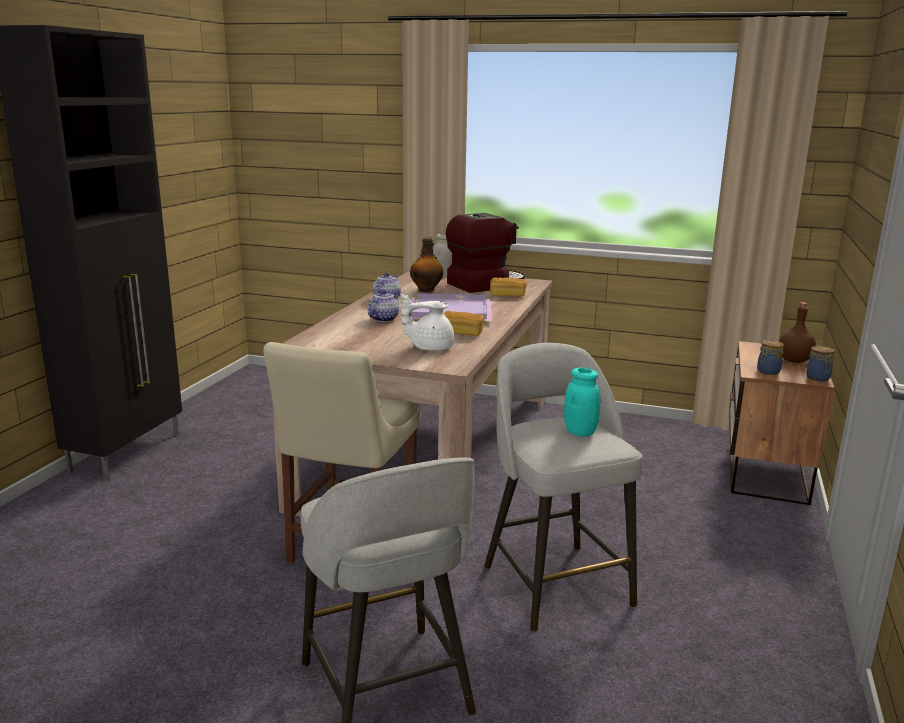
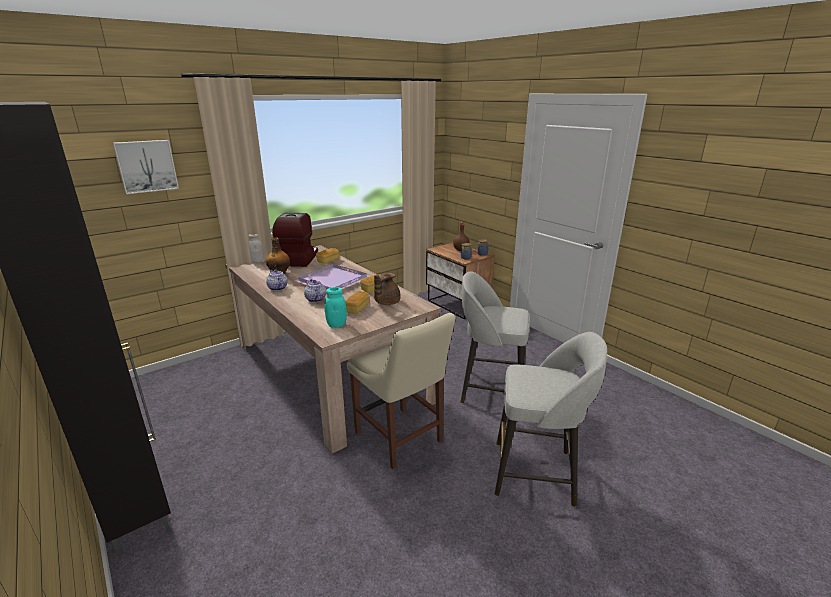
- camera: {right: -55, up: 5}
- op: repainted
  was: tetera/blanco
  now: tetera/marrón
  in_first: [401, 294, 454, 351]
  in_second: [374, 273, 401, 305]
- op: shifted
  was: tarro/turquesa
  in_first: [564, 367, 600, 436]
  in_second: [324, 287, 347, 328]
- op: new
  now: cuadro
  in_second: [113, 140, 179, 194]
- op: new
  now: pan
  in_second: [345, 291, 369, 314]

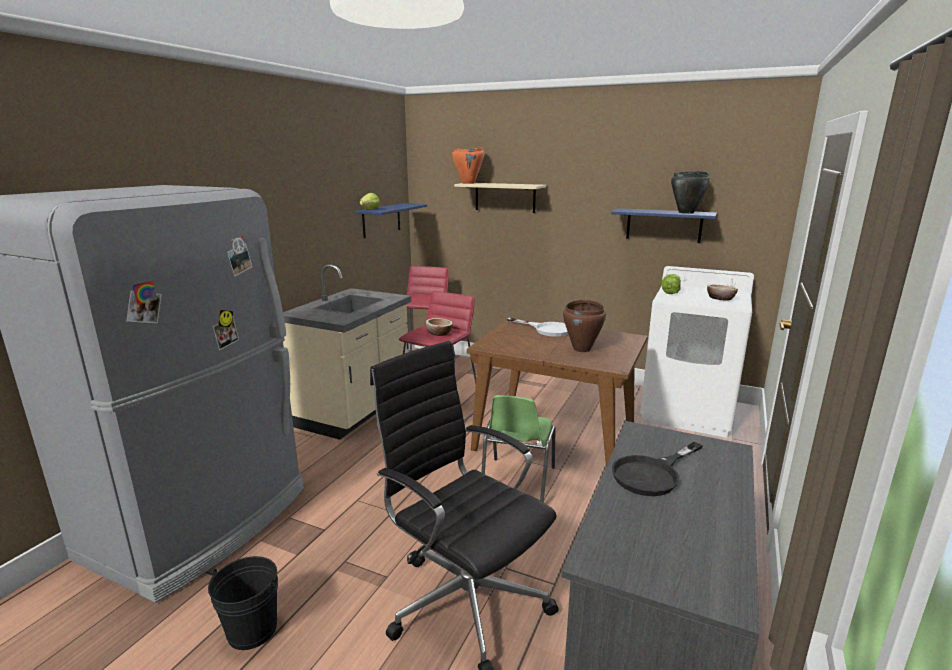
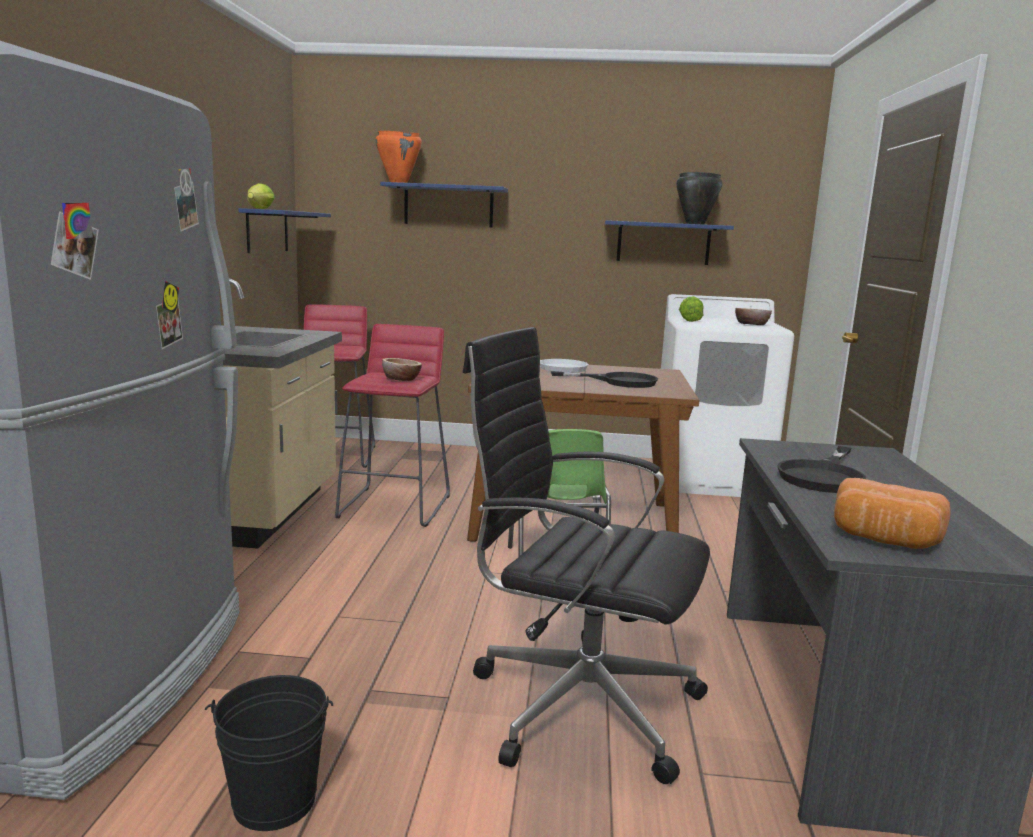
- camera: {right: -20, up: -5}
- op: repainted
  was: estante/beis
  now: estante/azul
  in_first: [454, 183, 546, 213]
  in_second: [380, 182, 508, 228]
- op: swapped
  was: olla/marrón
  now: sartén/negro
  in_first: [563, 300, 606, 352]
  in_second: [551, 371, 658, 388]
- op: new
  now: pan
  in_second: [834, 478, 951, 549]

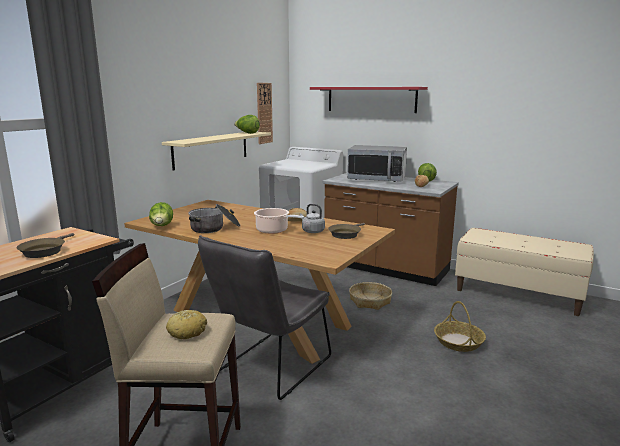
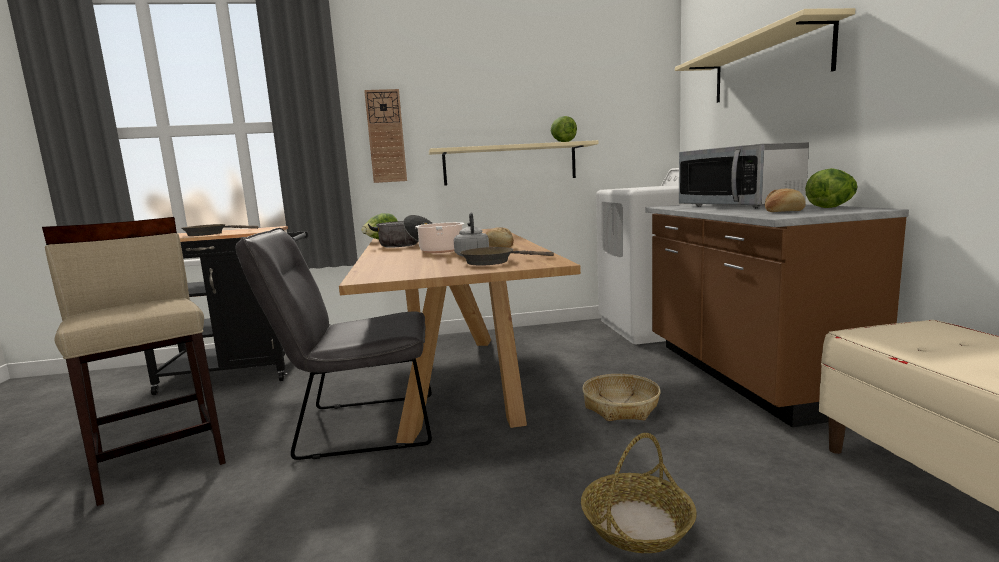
- camera: {right: 50, up: -5}
- op: gone
  was: pan
  in_first: [166, 310, 207, 339]
- op: shifted
  was: reloj de pared
  in_first: [257, 83, 273, 144]
  in_second: [364, 89, 407, 183]
- op: repainted
  was: estante/rojo
  now: estante/beis
  in_first: [310, 87, 428, 113]
  in_second: [675, 8, 855, 103]

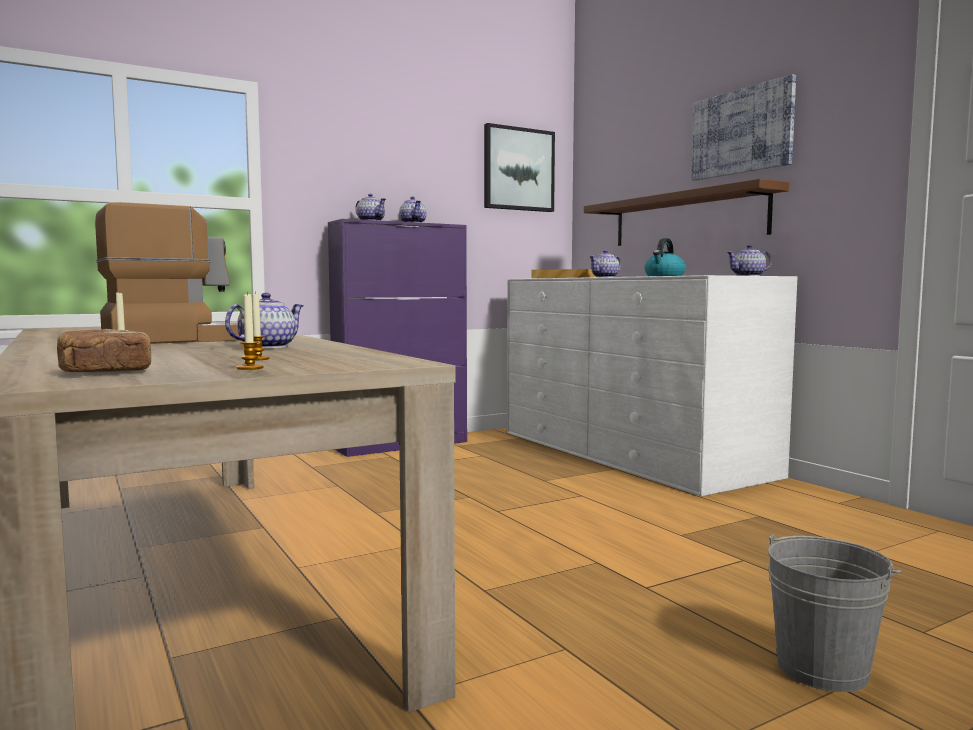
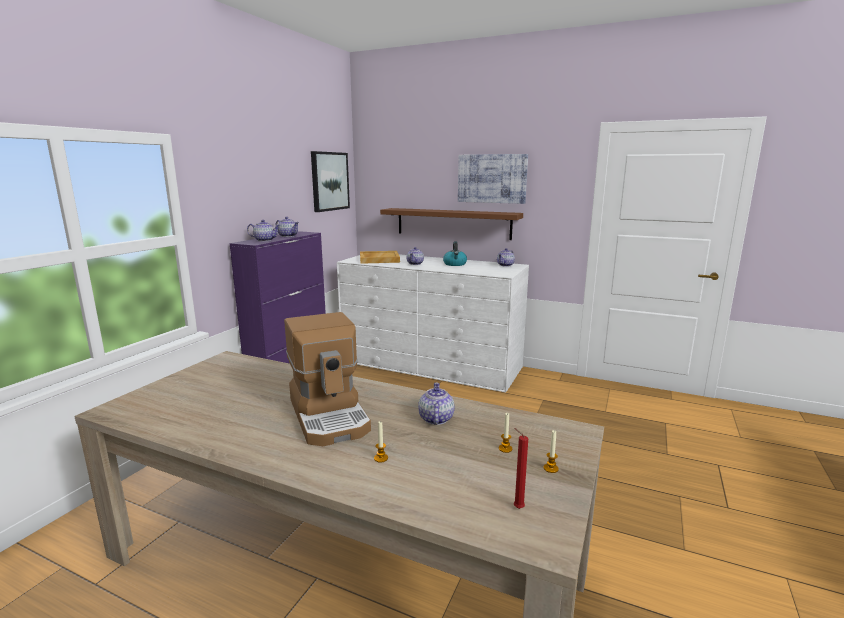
- camera: {right: -35, up: 10}
- op: swapped
  was: pan
  now: vela/rojo
  in_first: [57, 329, 151, 372]
  in_second: [514, 428, 528, 509]
- op: rotated
  was: cafetera
  in_first: [95, 202, 239, 344]
  in_second: [284, 312, 371, 446]
  clockwise: 135
- op: gone
  was: cubo/gris
  in_first: [768, 534, 901, 692]

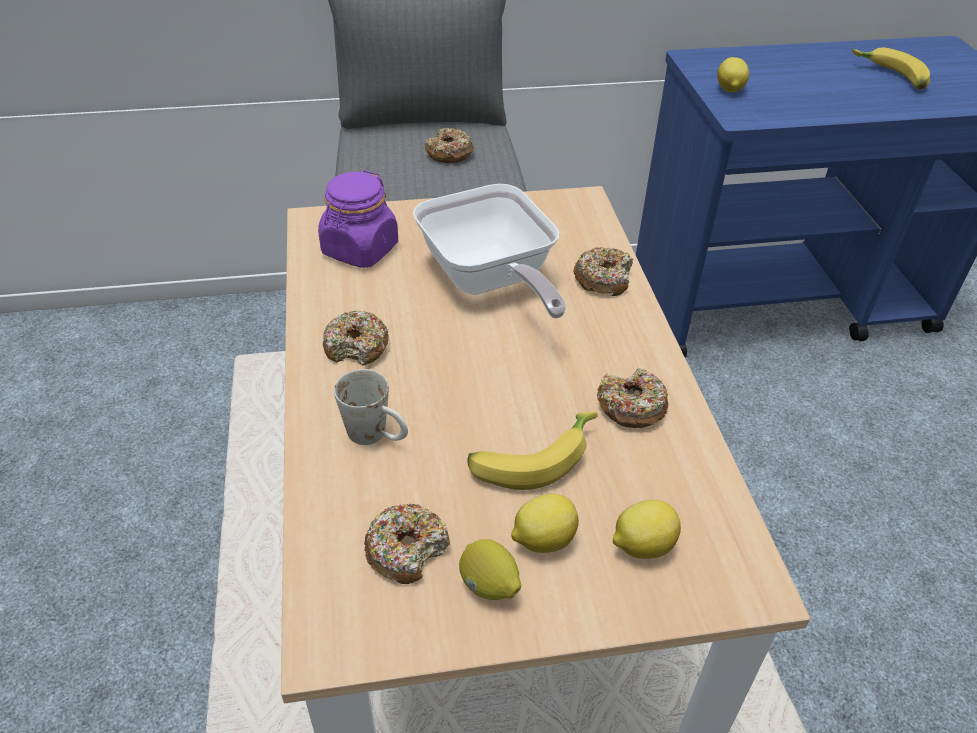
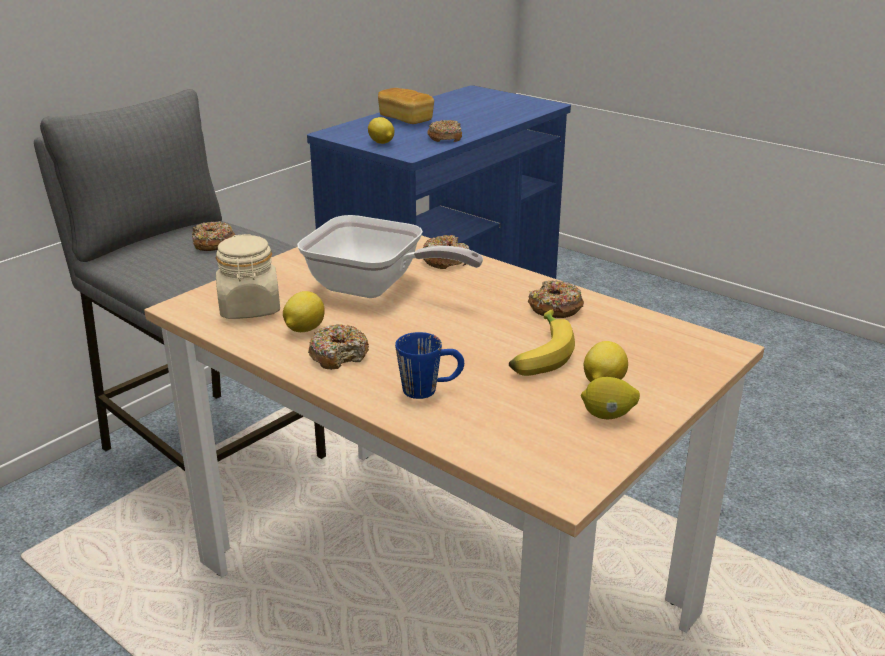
- camera: {right: -40, up: -15}
- op: repainted
  was: tarro/morado
  now: tarro/beis
  in_first: [318, 170, 398, 268]
  in_second: [216, 234, 280, 319]
- op: repainted
  was: taza grande/blanco
  now: taza grande/azul
  in_first: [334, 369, 408, 445]
  in_second: [395, 332, 464, 399]
- op: shifted
  was: rosquilla
  in_first: [364, 504, 450, 584]
  in_second: [427, 120, 462, 142]
- op: shifted
  was: limón
  in_first: [613, 500, 681, 559]
  in_second: [283, 291, 325, 332]
- op: gone
  was: plátano
  in_first: [852, 48, 930, 89]
- op: new
  now: pan
  in_second: [378, 88, 434, 124]

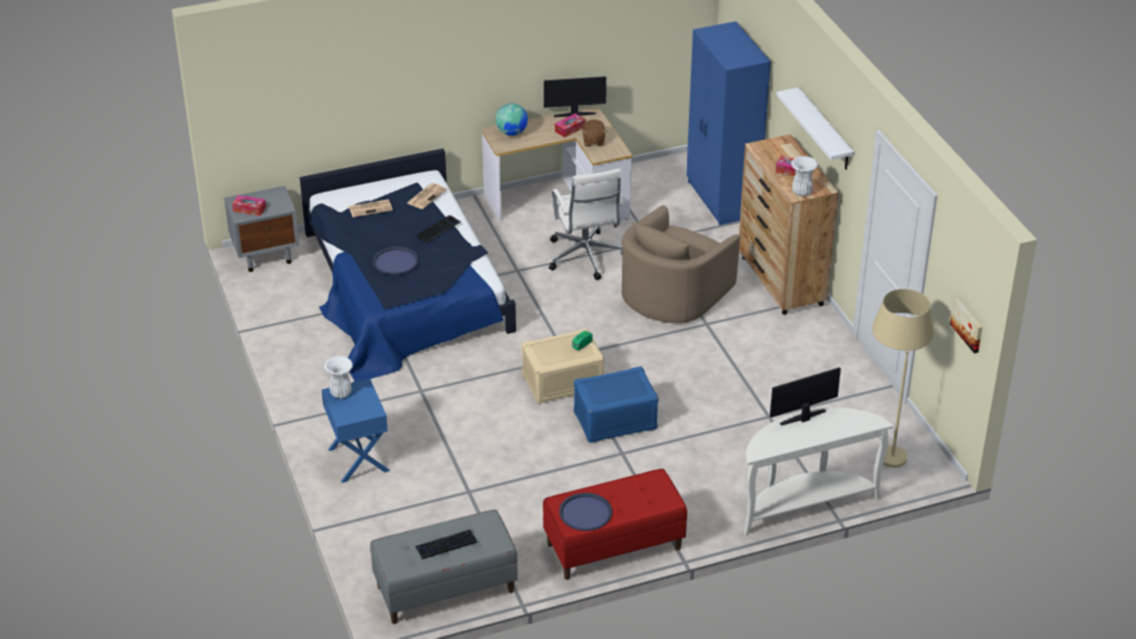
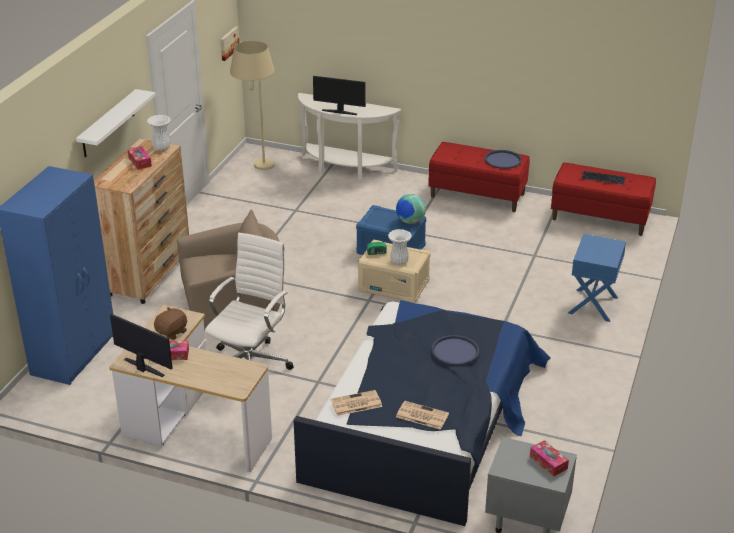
- camera: {right: -140, up: -5}
- op: shifted
  was: florero/blanco
  in_first: [324, 356, 353, 398]
  in_second: [388, 229, 412, 265]
- op: repainted
  was: banco/gris
  now: banco/rojo
  in_first: [370, 509, 518, 624]
  in_second: [551, 163, 656, 236]
- op: gone
  was: teclado
  in_first: [414, 215, 461, 243]
- op: shifted
  was: globo terráqueo
  in_first: [496, 103, 528, 136]
  in_second: [396, 194, 426, 224]

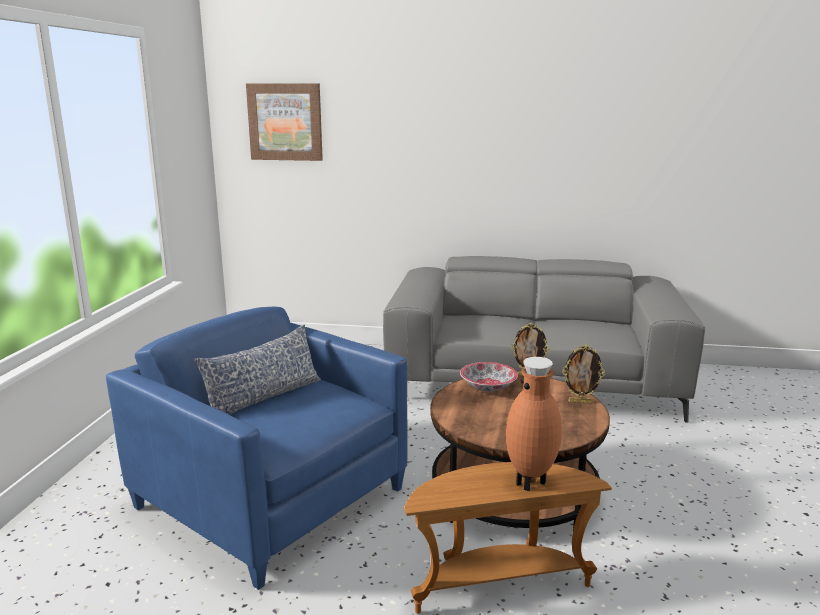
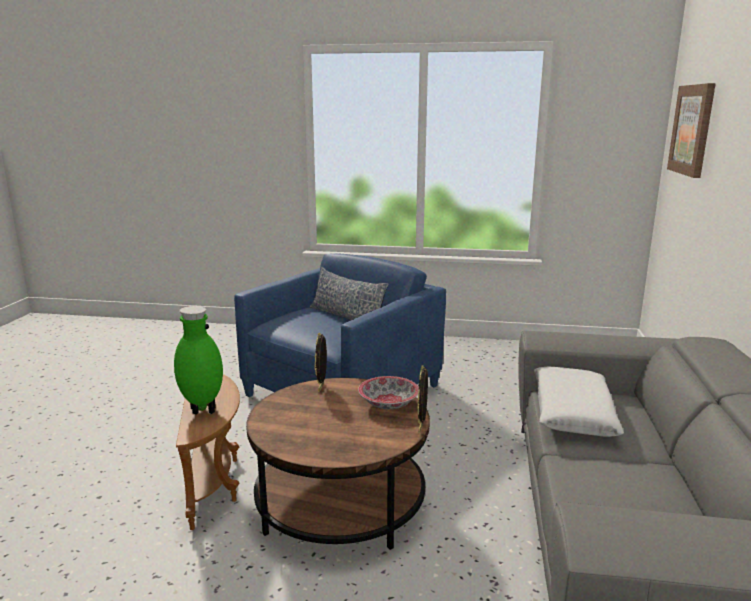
- camera: {right: 90, up: 0}
- op: repainted
  was: florero/marrón
  now: florero/verde
  in_first: [506, 357, 562, 491]
  in_second: [174, 306, 223, 415]
- op: shifted
  was: portarretratos
  in_first: [562, 345, 605, 404]
  in_second: [314, 333, 327, 393]
- op: new
  now: cojín/blanco
  in_second: [534, 366, 624, 437]

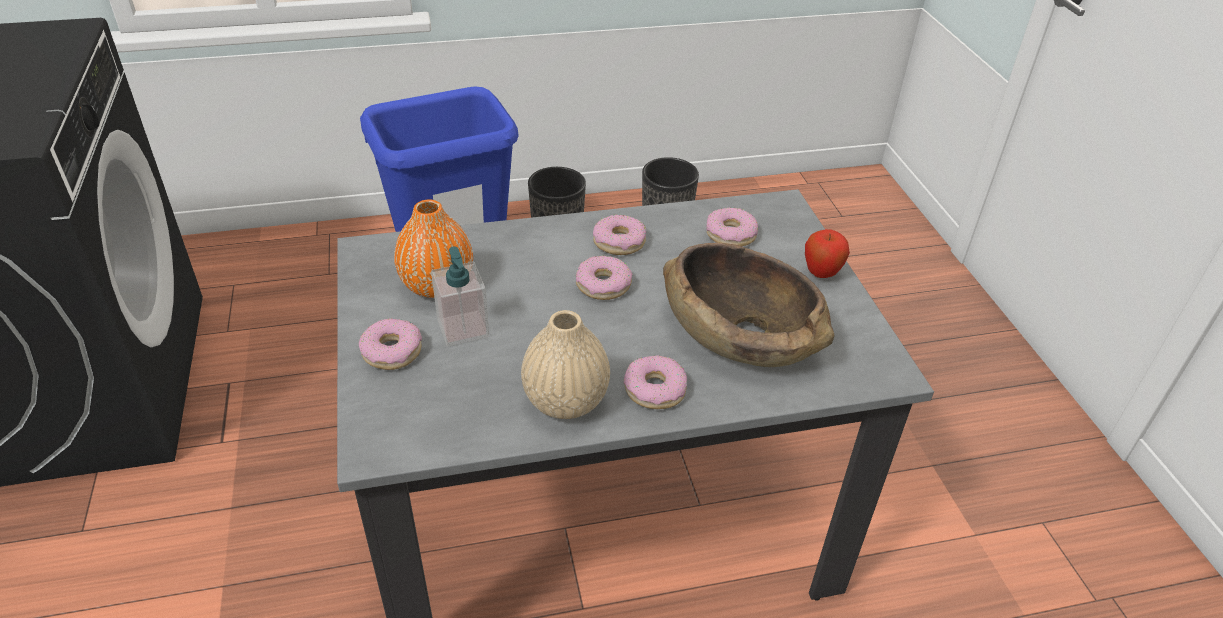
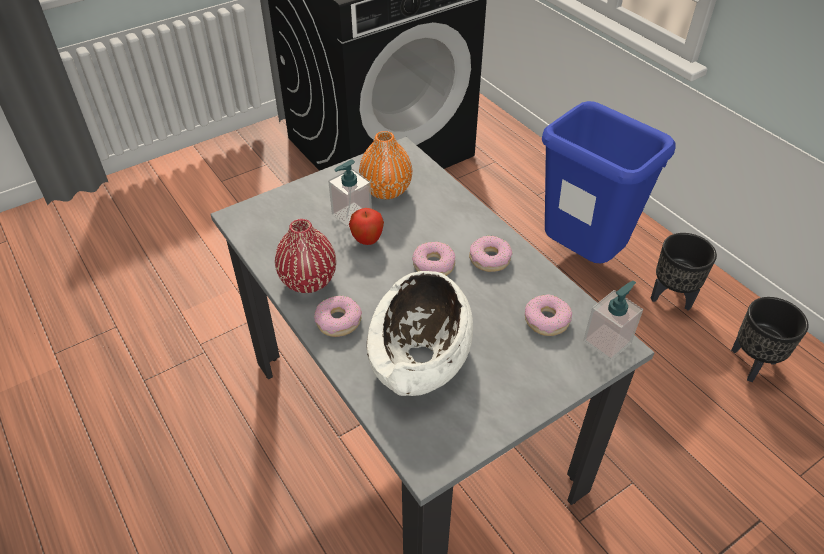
- camera: {right: 70, up: 5}
- op: gone
  was: rosquilla
  in_first: [359, 319, 422, 370]
- op: repainted
  was: florero/beis
  now: florero/rojo
  in_first: [521, 310, 610, 419]
  in_second: [275, 219, 336, 293]
- op: repainted
  was: cuenco/marrón
  now: cuenco/blanco
  in_first: [663, 243, 835, 367]
  in_second: [367, 271, 473, 396]
- op: shifted
  was: manzana
  in_first: [805, 229, 850, 278]
  in_second: [349, 208, 384, 245]
- op: new
  now: dispensador de jabón
  in_second: [583, 281, 643, 361]

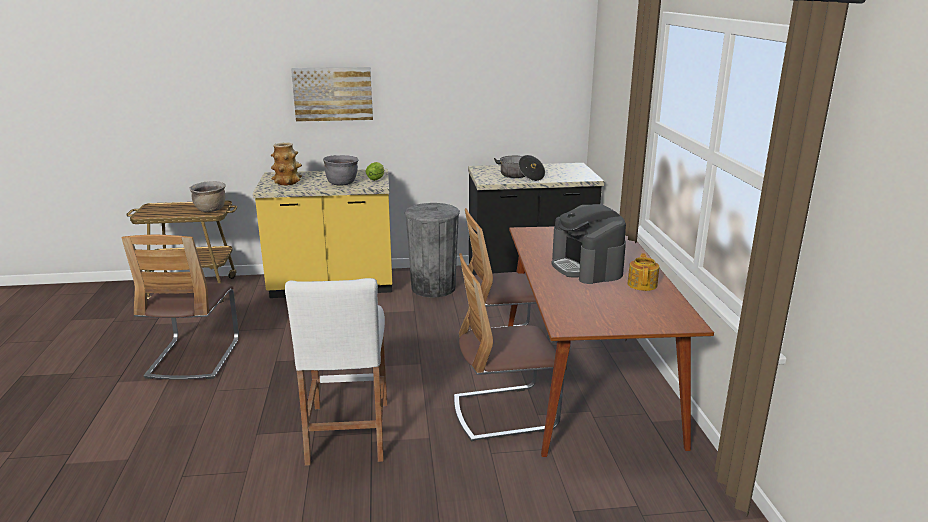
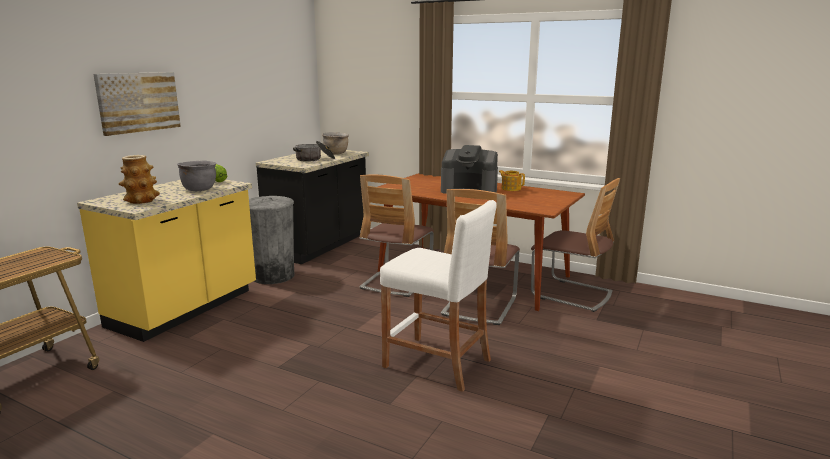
- camera: {right: -55, up: -5}
- op: shifted
  was: silla
  in_first: [122, 235, 239, 379]
  in_second: [531, 178, 620, 312]
- op: shifted
  was: olla/marrón
  in_first: [189, 181, 226, 212]
  in_second: [322, 132, 349, 154]

